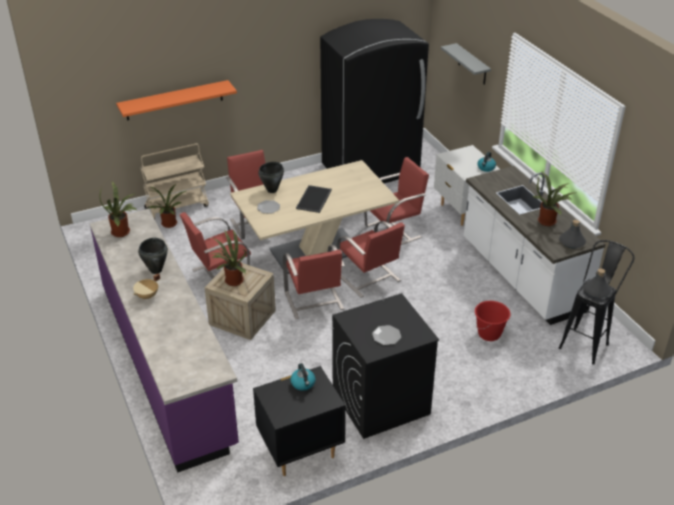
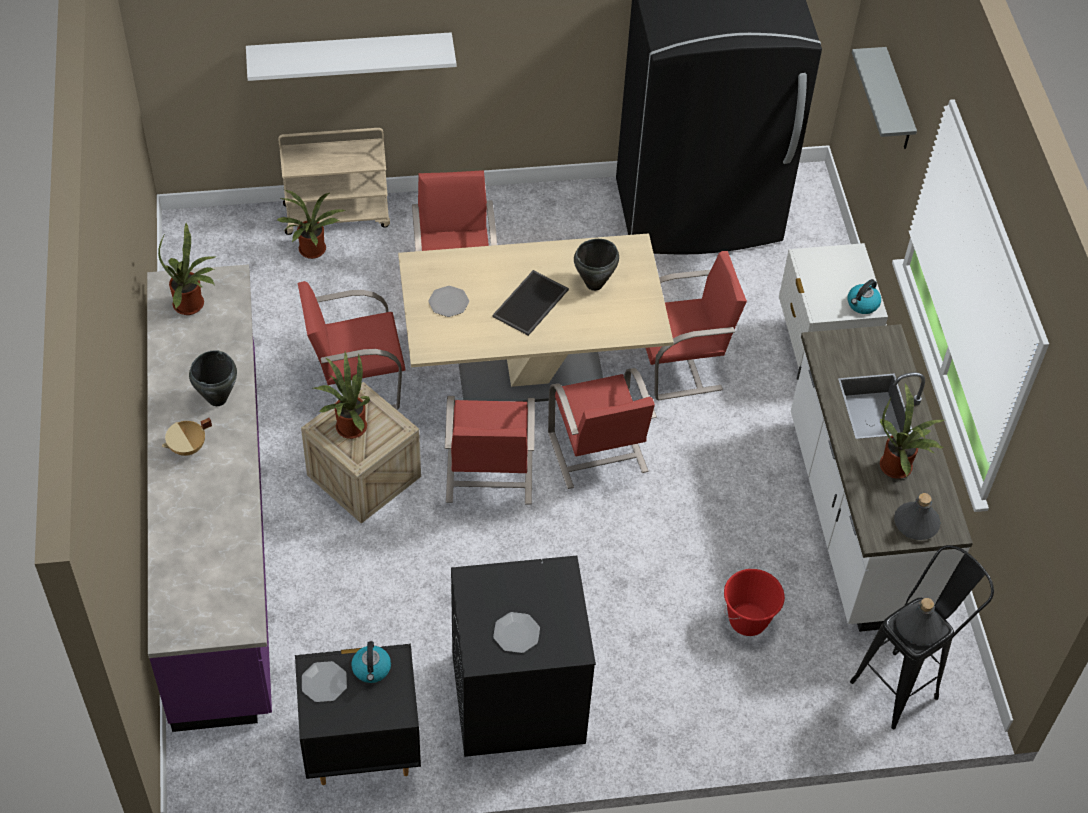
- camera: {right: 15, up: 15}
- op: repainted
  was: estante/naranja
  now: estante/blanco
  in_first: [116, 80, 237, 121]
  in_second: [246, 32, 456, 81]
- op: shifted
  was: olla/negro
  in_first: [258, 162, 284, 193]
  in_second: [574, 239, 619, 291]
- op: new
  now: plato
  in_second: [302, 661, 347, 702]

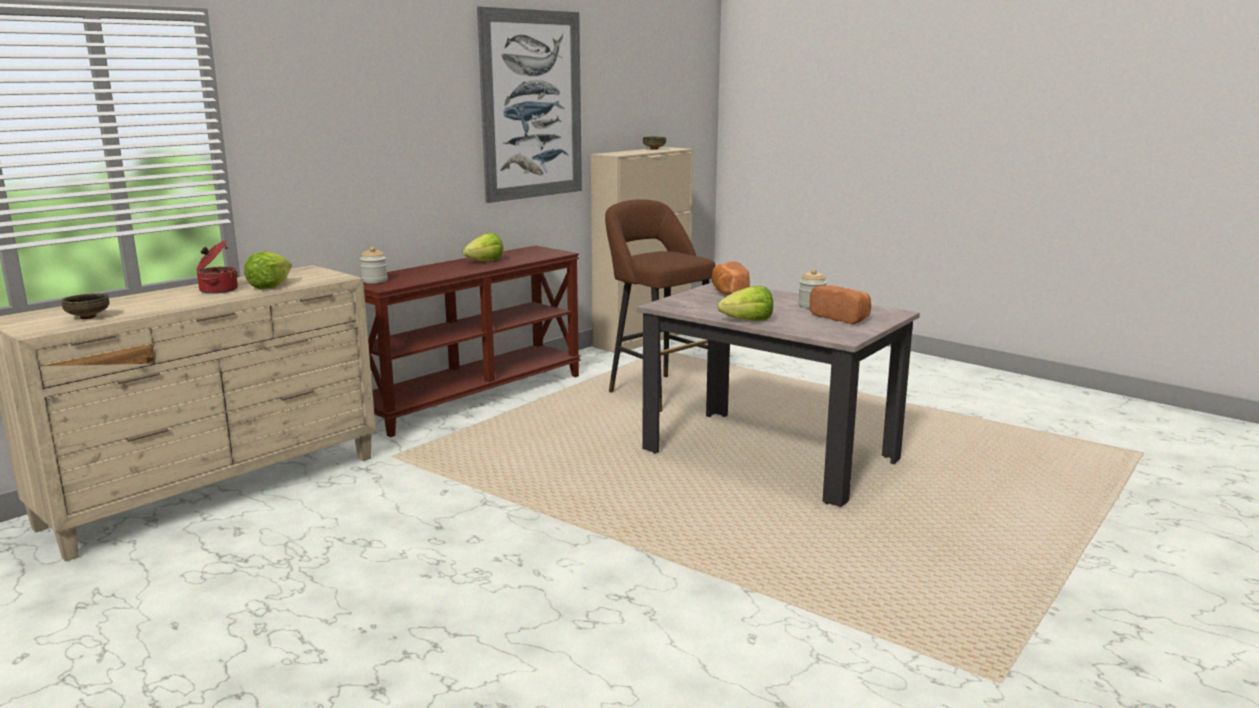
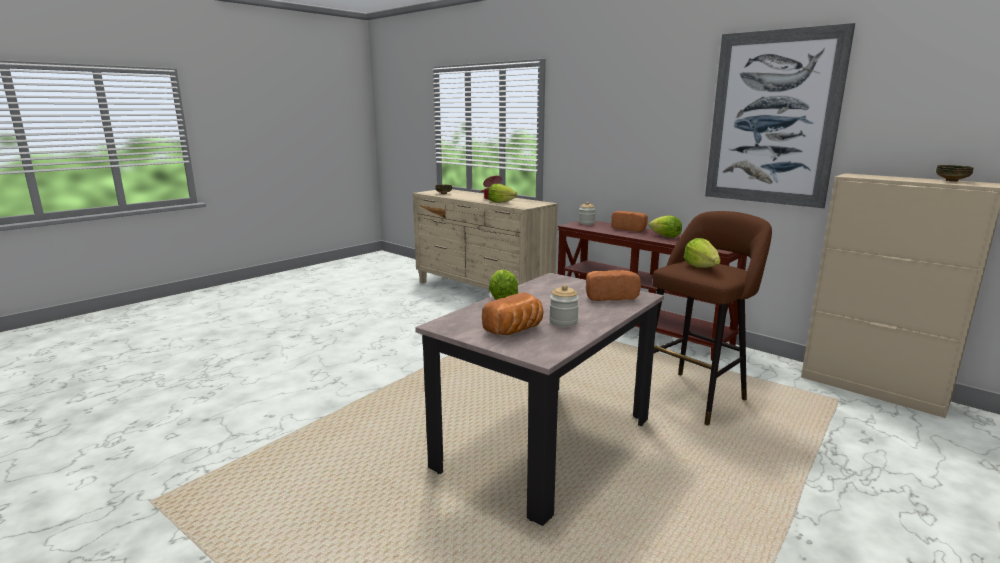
- camera: {right: 90, up: 0}
- op: new
  now: pan
  in_second: [611, 211, 648, 232]
- op: new
  now: lechuga
  in_second: [684, 238, 721, 268]

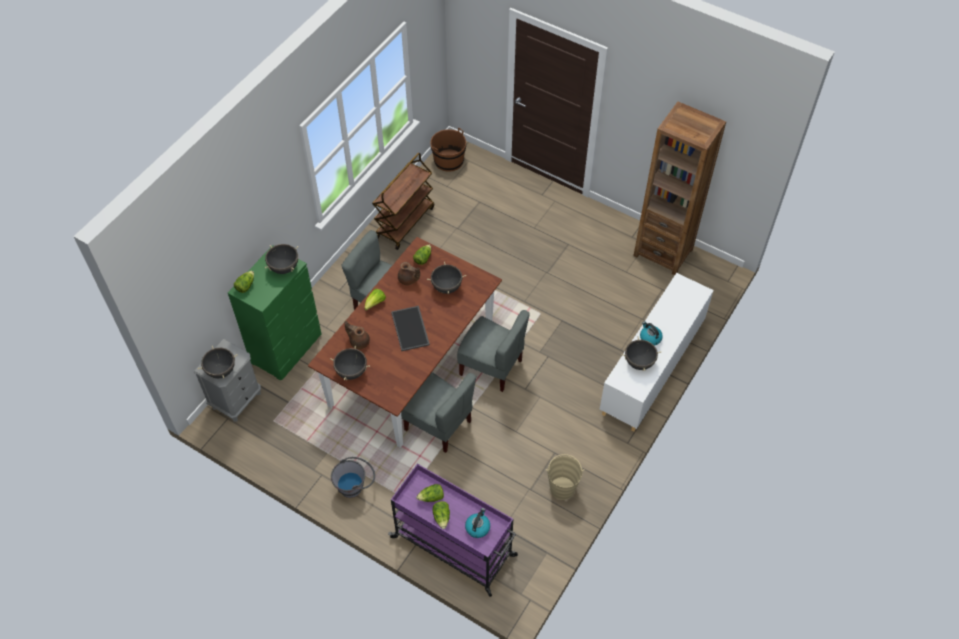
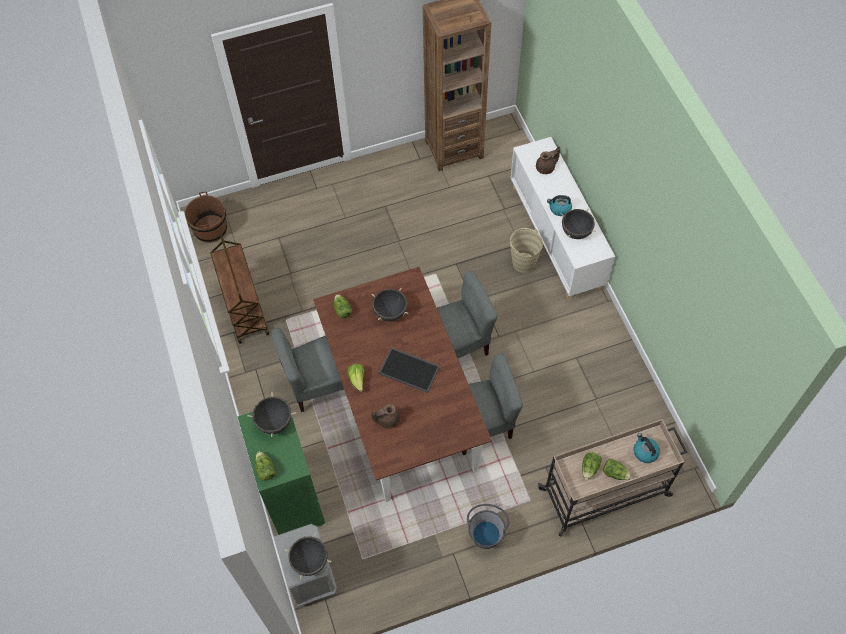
- camera: {right: -50, up: 5}
- op: gone
  was: olla/negro
  in_first: [330, 345, 370, 381]
- op: repainted
  was: carrito/morado
  now: carrito/beis
  in_first: [388, 464, 518, 597]
  in_second: [538, 419, 687, 537]
- op: shifted
  was: tetera/marrón
  in_first: [398, 262, 420, 285]
  in_second: [536, 147, 560, 174]
- op: shifted
  was: cubo/beis
  in_first: [546, 454, 584, 500]
  in_second: [510, 228, 543, 273]

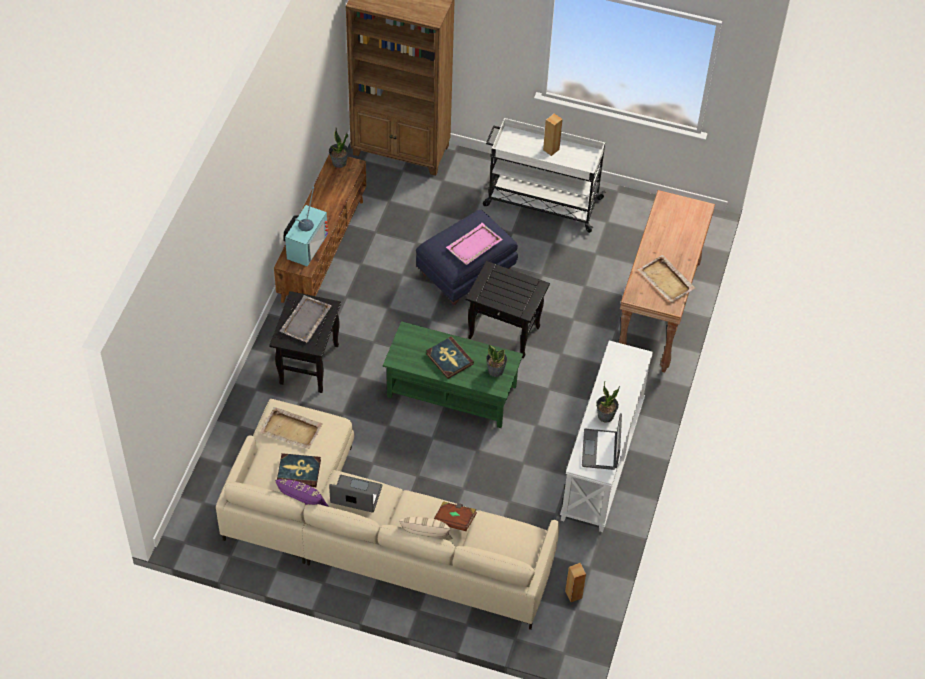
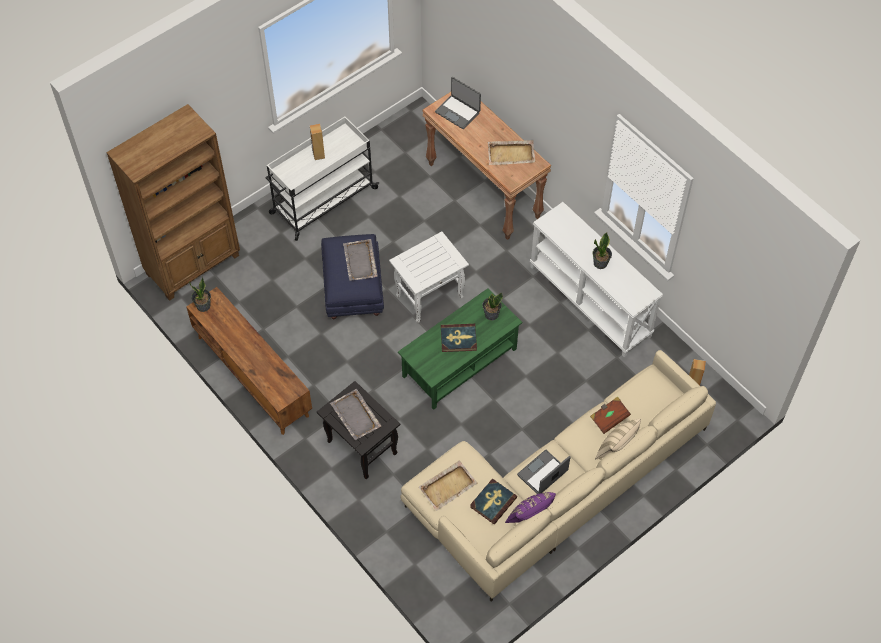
- camera: {right: -55, up: 5}
- op: gone
  was: televisor
  in_first: [283, 186, 328, 267]
- op: repainted
  was: bandeja/rosa
  now: bandeja/gris
  in_first: [446, 223, 503, 265]
  in_second: [343, 239, 378, 281]
- op: repainted
  was: mesa auxiliar/negro
  now: mesa auxiliar/blanco
  in_first: [466, 261, 550, 358]
  in_second: [389, 231, 469, 323]
- op: shifted
  was: portátil
  in_first: [582, 413, 622, 470]
  in_second: [435, 77, 481, 129]

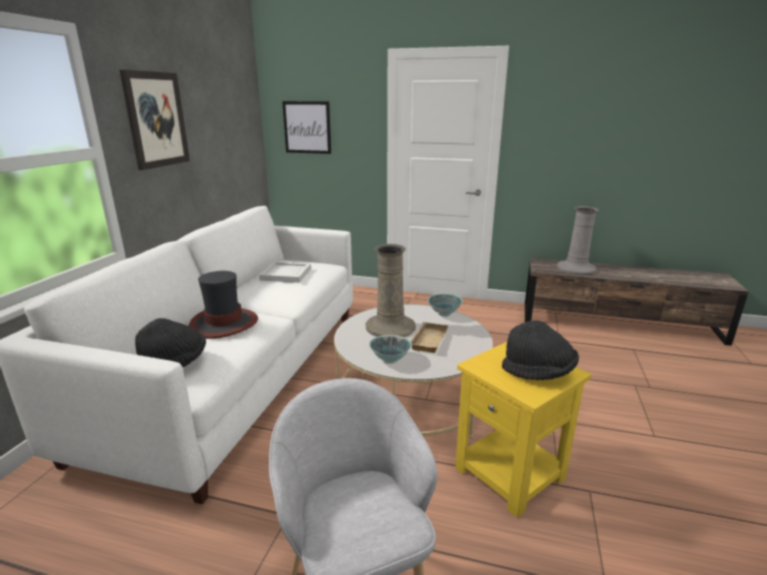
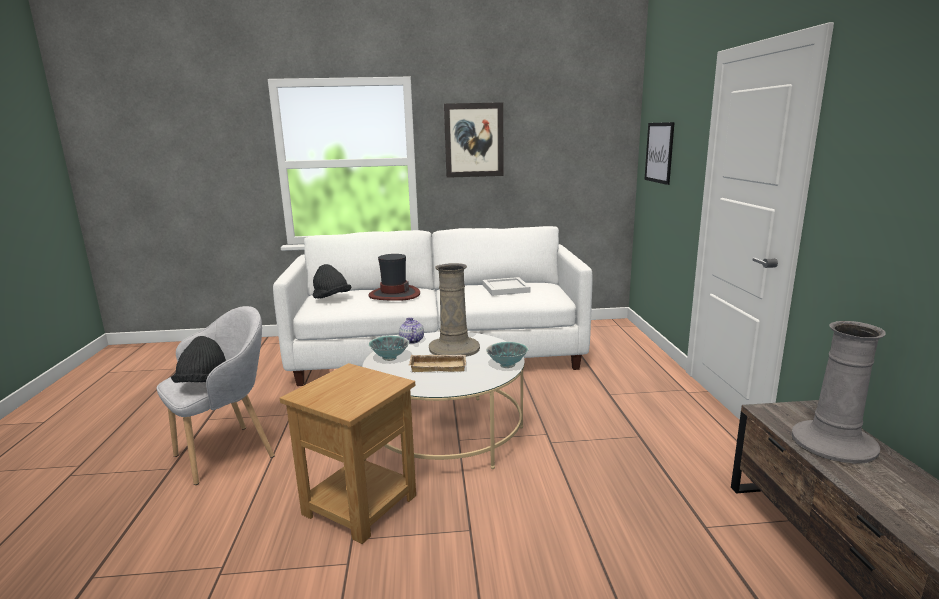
- camera: {right: 70, up: -5}
- op: repainted
  was: mesa auxiliar/amarillo
  now: mesa auxiliar/marrón
  in_first: [455, 342, 592, 518]
  in_second: [280, 363, 416, 544]
- op: shifted
  was: sombrero/negro
  in_first: [502, 320, 579, 380]
  in_second: [171, 336, 226, 383]
- op: new
  now: tetera
  in_second: [399, 318, 424, 344]

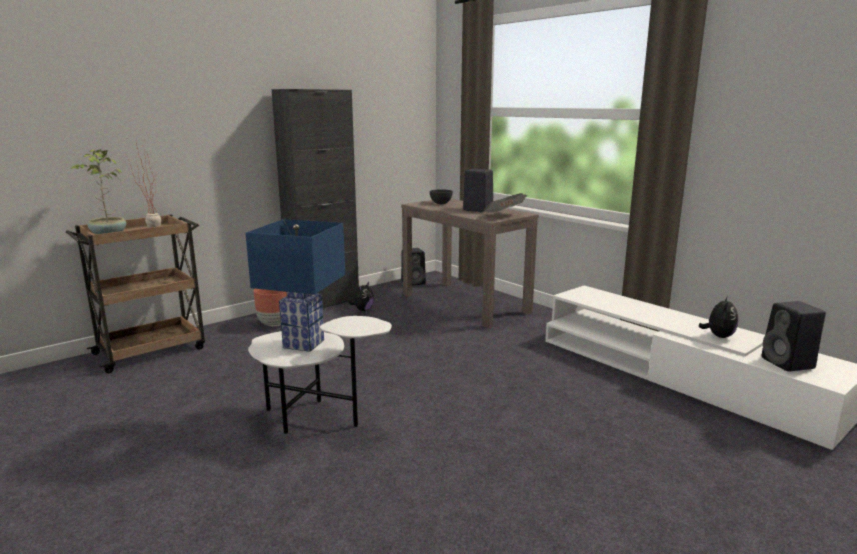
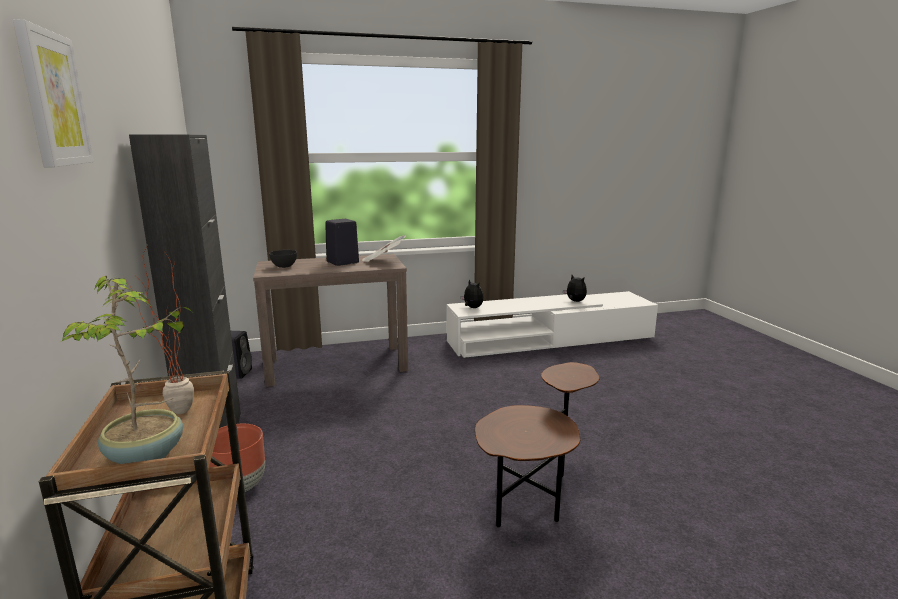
- camera: {right: -65, up: 0}
- op: gone
  was: lámpara de mesa/azul
  in_first: [245, 219, 345, 352]
- op: repainted
  was: mesa auxiliar/blanco
  now: mesa auxiliar/marrón
  in_first: [248, 316, 392, 434]
  in_second: [475, 362, 600, 527]
- op: shifted
  was: peluche
  in_first: [349, 282, 374, 311]
  in_second: [461, 279, 484, 308]
- op: gone
  was: altavoz/negro
  in_first: [762, 301, 826, 372]
- op: new
  now: cuadro
  in_second: [13, 19, 94, 167]

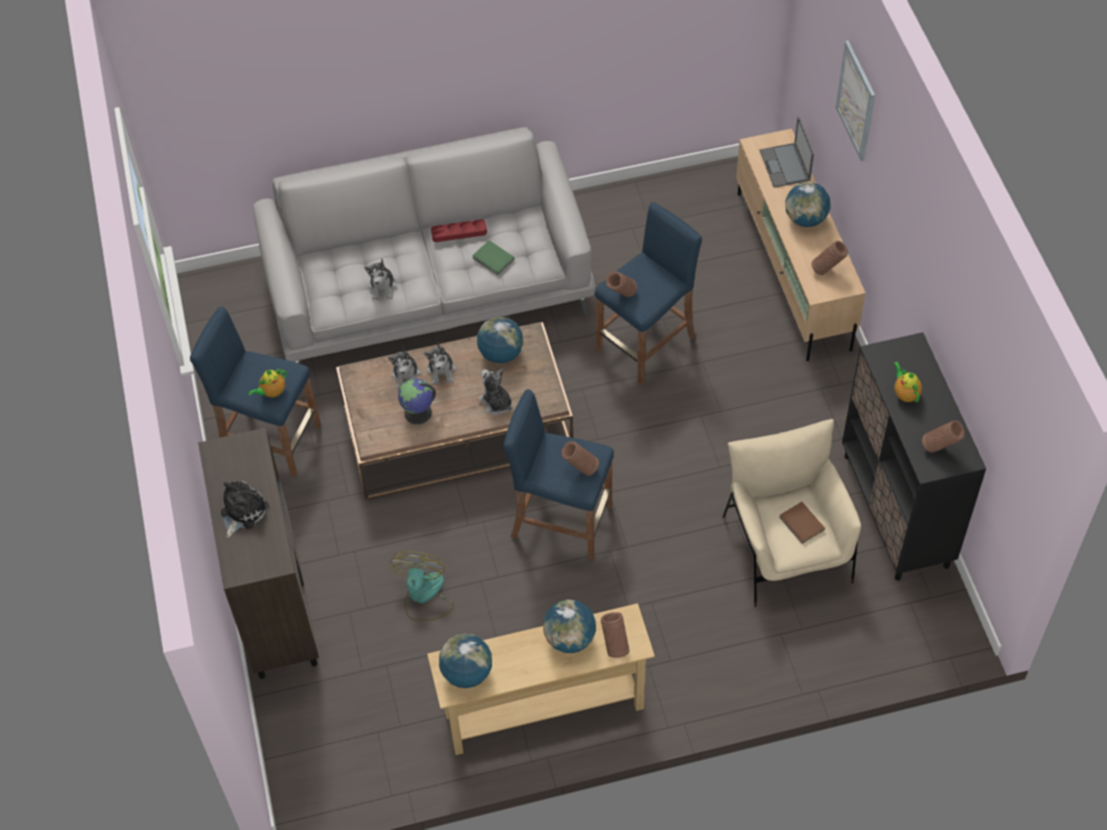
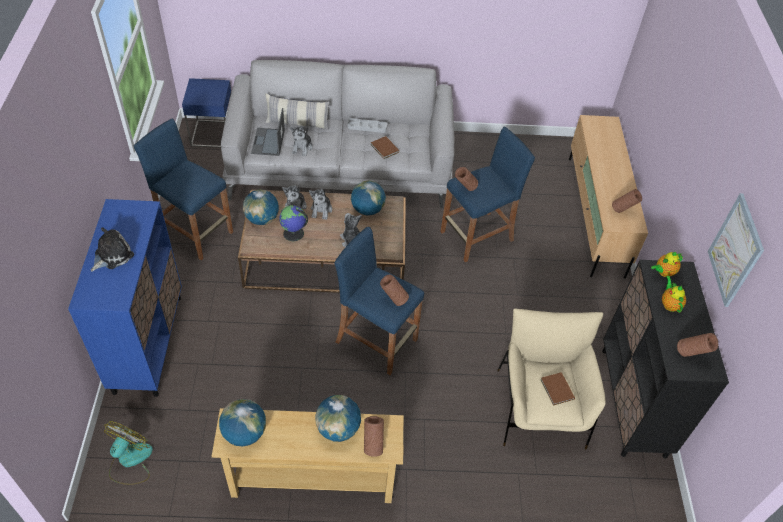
- camera: {right: 10, up: -5}
- op: repainted
  was: armario/marrón
  now: armario/azul
  in_first: [198, 428, 319, 679]
  in_second: [68, 199, 182, 397]
- op: shifted
  was: tetera
  in_first: [248, 369, 287, 398]
  in_second: [651, 252, 683, 277]
- op: shifted
  was: ventilador
  in_first: [390, 552, 454, 621]
  in_second: [104, 421, 153, 485]
- op: repainted
  was: bandeja/rojo
  now: bandeja/gris
  in_first: [431, 219, 487, 242]
  in_second: [348, 118, 387, 133]
- op: repainted
  was: libro/verde
  now: libro/marrón
  in_first: [472, 240, 514, 275]
  in_second: [371, 136, 399, 159]
- op: shifted
  was: portátil
  in_first: [759, 117, 814, 187]
  in_second: [251, 108, 285, 156]
- op: shifted
  was: globo terráqueo
  in_first: [785, 182, 830, 227]
  in_second: [243, 190, 279, 225]
- op: shifted
  was: cuadro
  in_first: [835, 40, 875, 161]
  in_second: [708, 193, 764, 307]
- op: new
  now: mesa auxiliar/azul
  in_second: [182, 78, 231, 148]
- op: new
  now: cojín
  in_second: [265, 94, 330, 130]

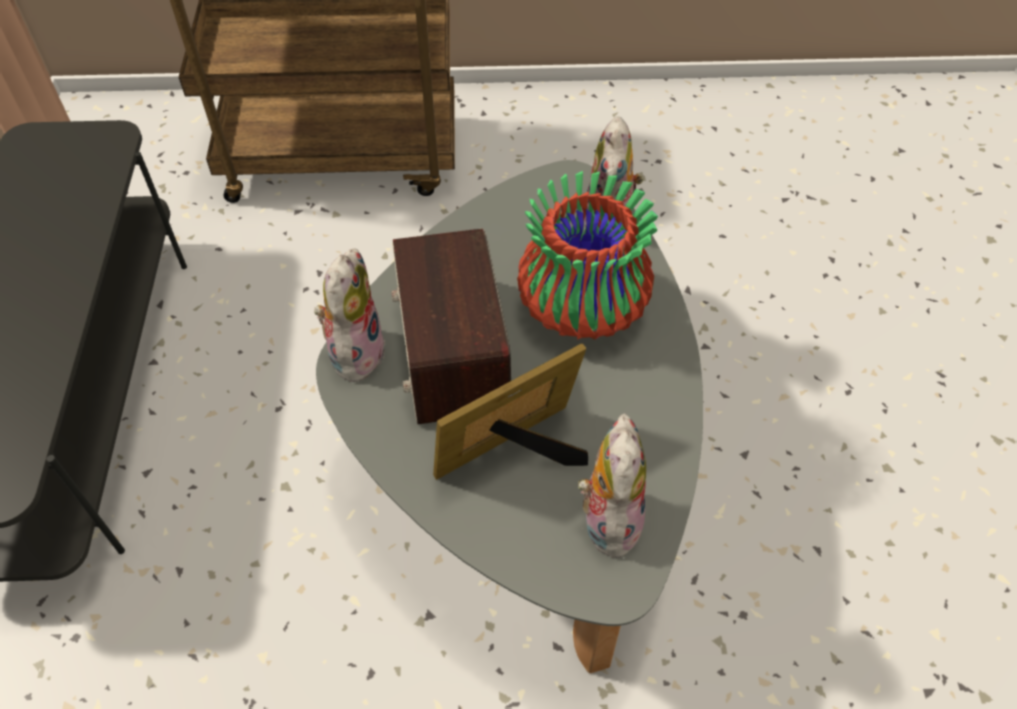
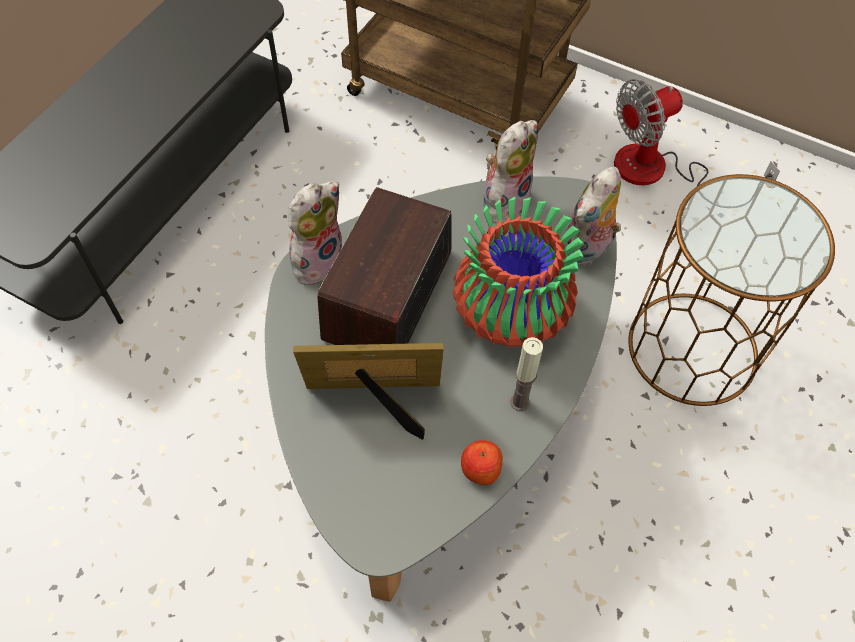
- camera: {right: 30, up: 5}
- op: shifted
  was: peluche
  in_first: [578, 413, 646, 562]
  in_second: [483, 120, 538, 224]
- op: new
  now: manzana
  in_second: [461, 440, 503, 485]
- op: new
  now: vela
  in_second: [510, 337, 543, 411]
- op: new
  now: ventilador
  in_second: [614, 79, 780, 186]
- op: new
  now: mesa auxiliar/marrón
  in_second: [629, 174, 835, 406]

